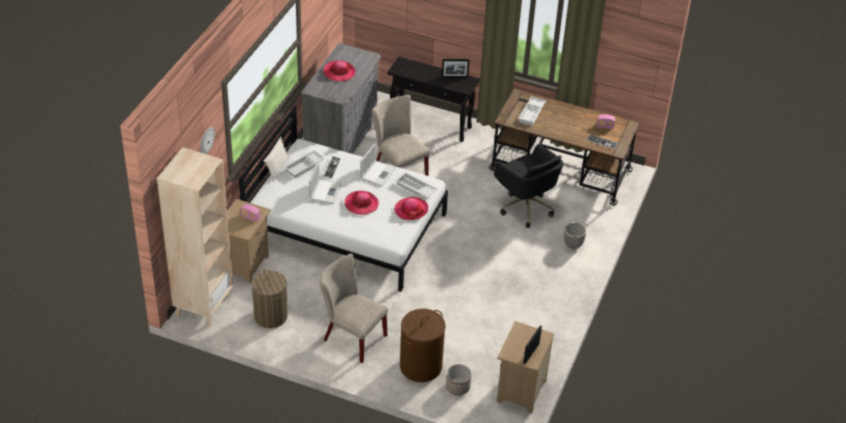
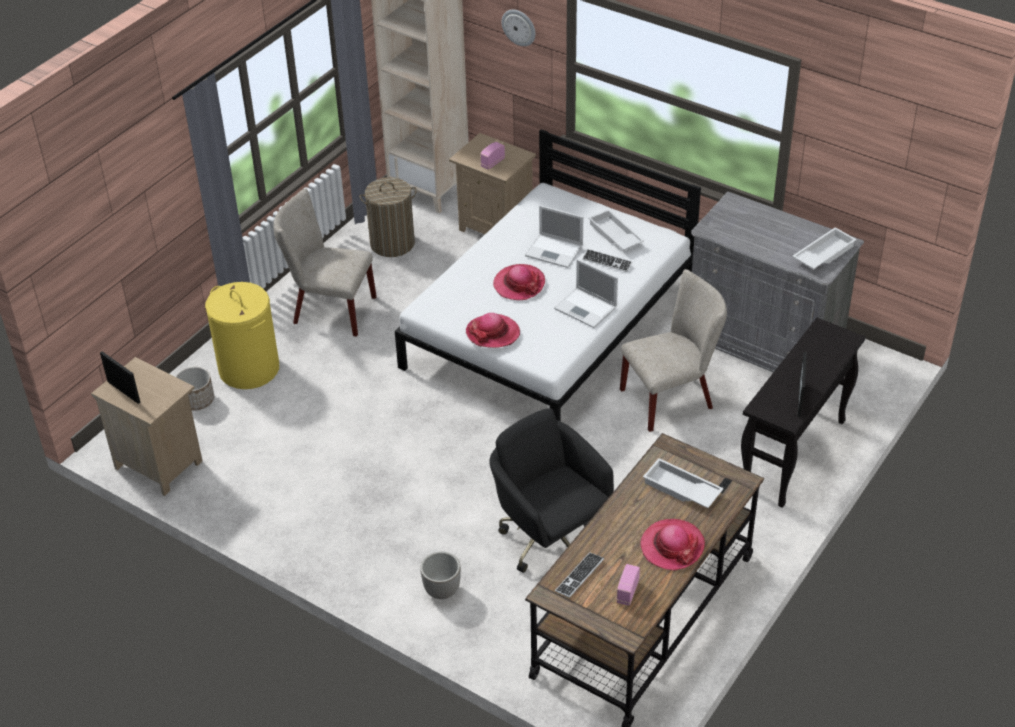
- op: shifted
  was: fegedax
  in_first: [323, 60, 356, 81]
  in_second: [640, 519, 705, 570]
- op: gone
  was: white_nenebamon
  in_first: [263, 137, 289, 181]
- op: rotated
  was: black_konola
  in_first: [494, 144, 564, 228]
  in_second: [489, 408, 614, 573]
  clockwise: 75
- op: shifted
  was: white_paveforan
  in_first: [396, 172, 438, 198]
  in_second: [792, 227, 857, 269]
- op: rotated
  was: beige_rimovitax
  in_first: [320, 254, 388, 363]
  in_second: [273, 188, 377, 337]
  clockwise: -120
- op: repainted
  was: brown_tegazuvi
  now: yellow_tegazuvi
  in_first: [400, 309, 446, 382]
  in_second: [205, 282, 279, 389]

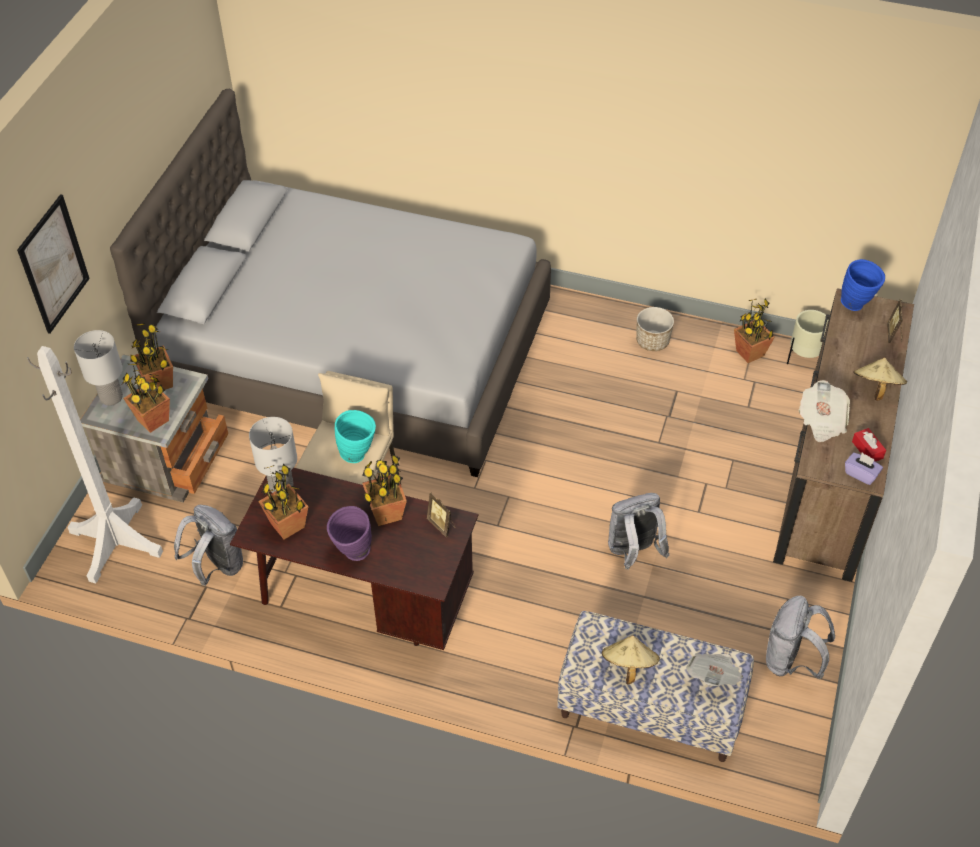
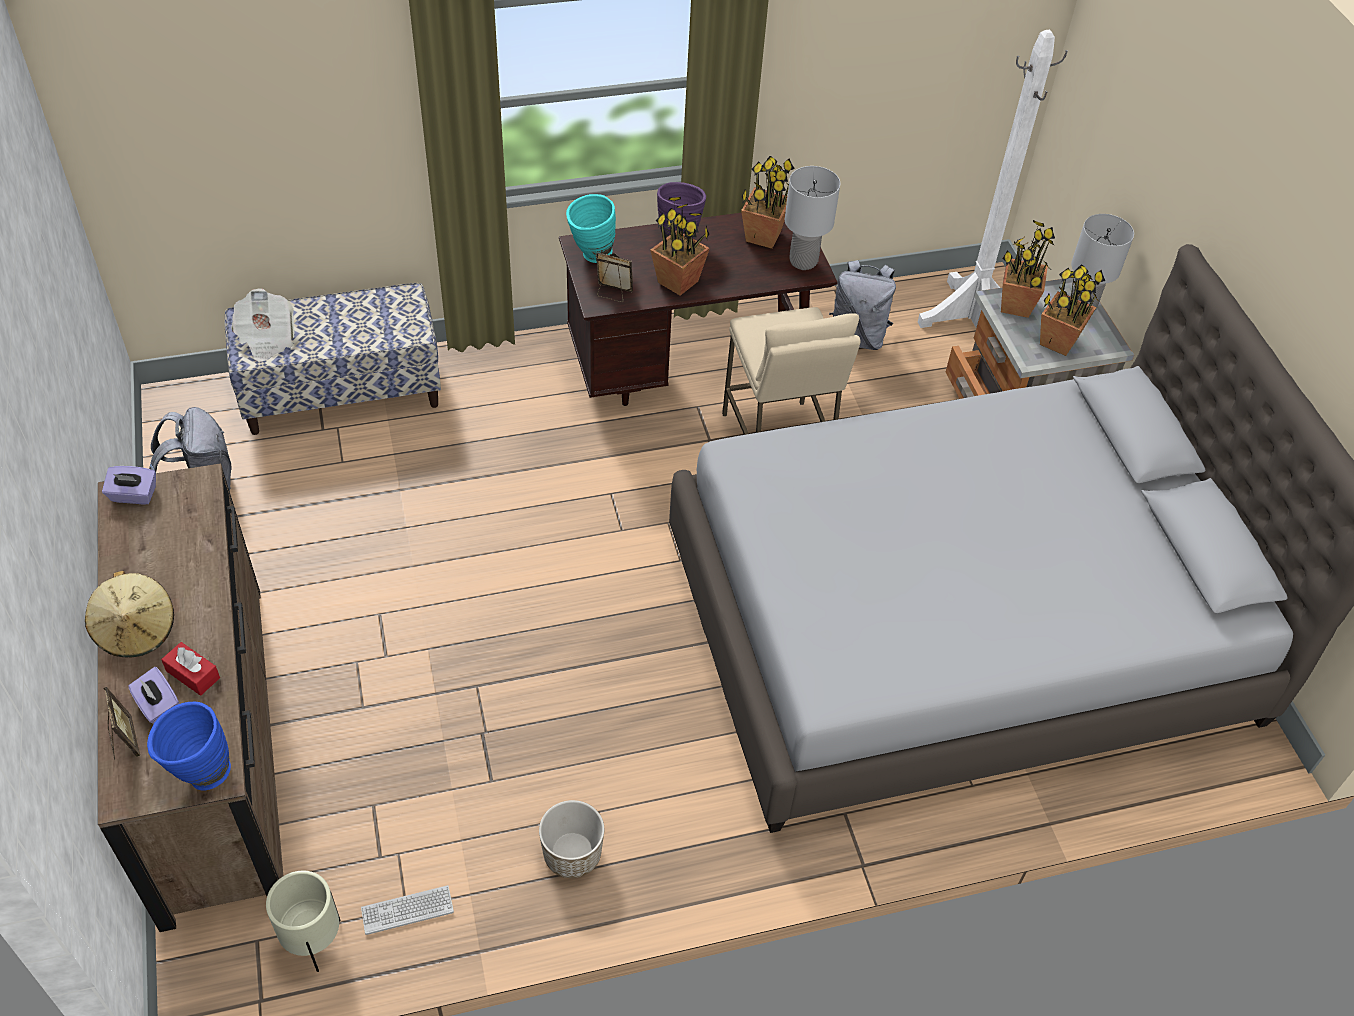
- op: gone
  was: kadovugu
  in_first: [17, 194, 90, 334]
- op: swapped
  was: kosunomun
  now: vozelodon
  in_first: [734, 298, 775, 363]
  in_second: [361, 885, 454, 935]
- op: gone
  was: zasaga
  in_first: [799, 380, 850, 442]
- op: shifted
  was: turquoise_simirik
  in_first: [335, 410, 376, 463]
  in_second: [566, 194, 616, 263]
- op: shifted
  was: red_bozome
  in_first: [852, 428, 886, 462]
  in_second: [161, 642, 220, 696]
- op: gone
  was: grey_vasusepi
  in_first: [608, 493, 670, 570]
- op: gone
  was: beige_fegedax
  in_first: [602, 635, 660, 685]
- op: new
  now: purple_bozome
  in_second: [128, 667, 180, 725]

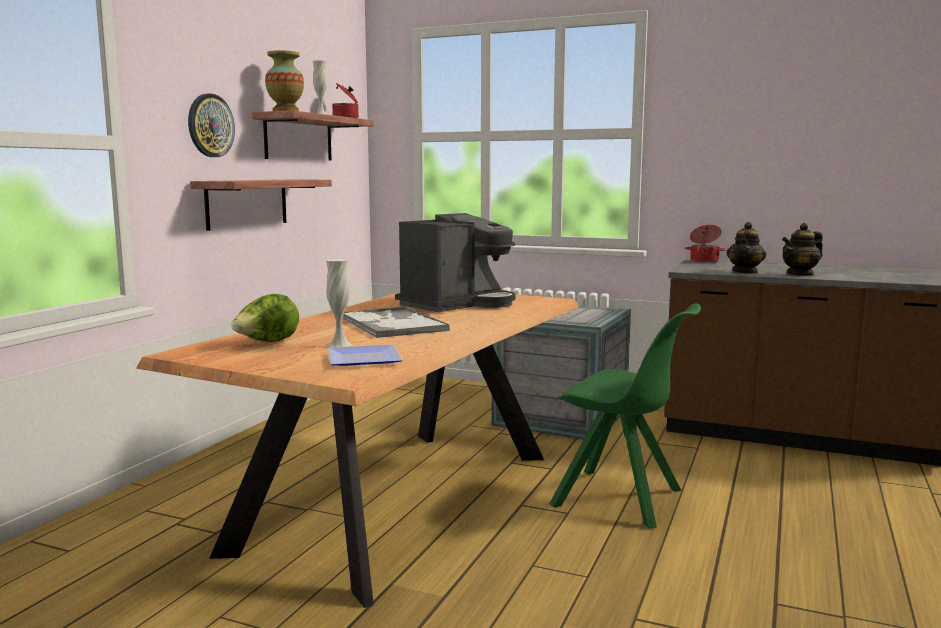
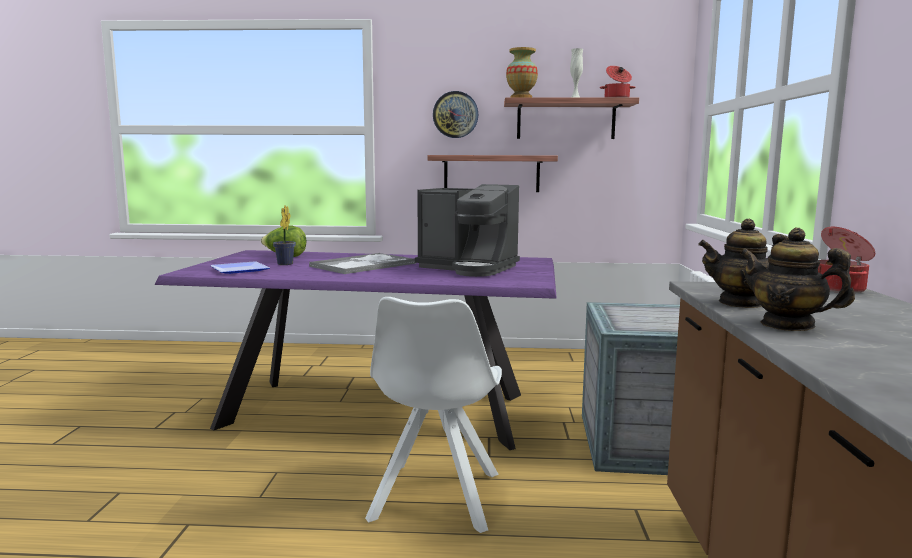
- op: swapped
  was: white_simirik
  now: kosunomun
  in_first: [326, 259, 352, 348]
  in_second: [273, 206, 296, 265]
- op: repainted
  was: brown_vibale
  now: purple_vibale
  in_first: [137, 292, 579, 608]
  in_second: [155, 250, 557, 450]
- op: repainted
  was: green_rimovitax
  now: white_rimovitax
  in_first: [549, 303, 701, 529]
  in_second: [365, 297, 502, 533]

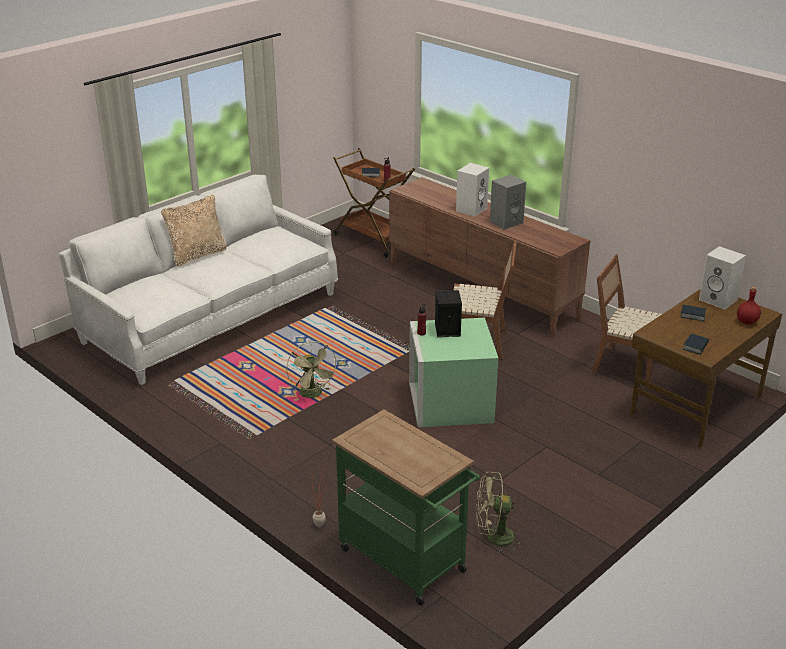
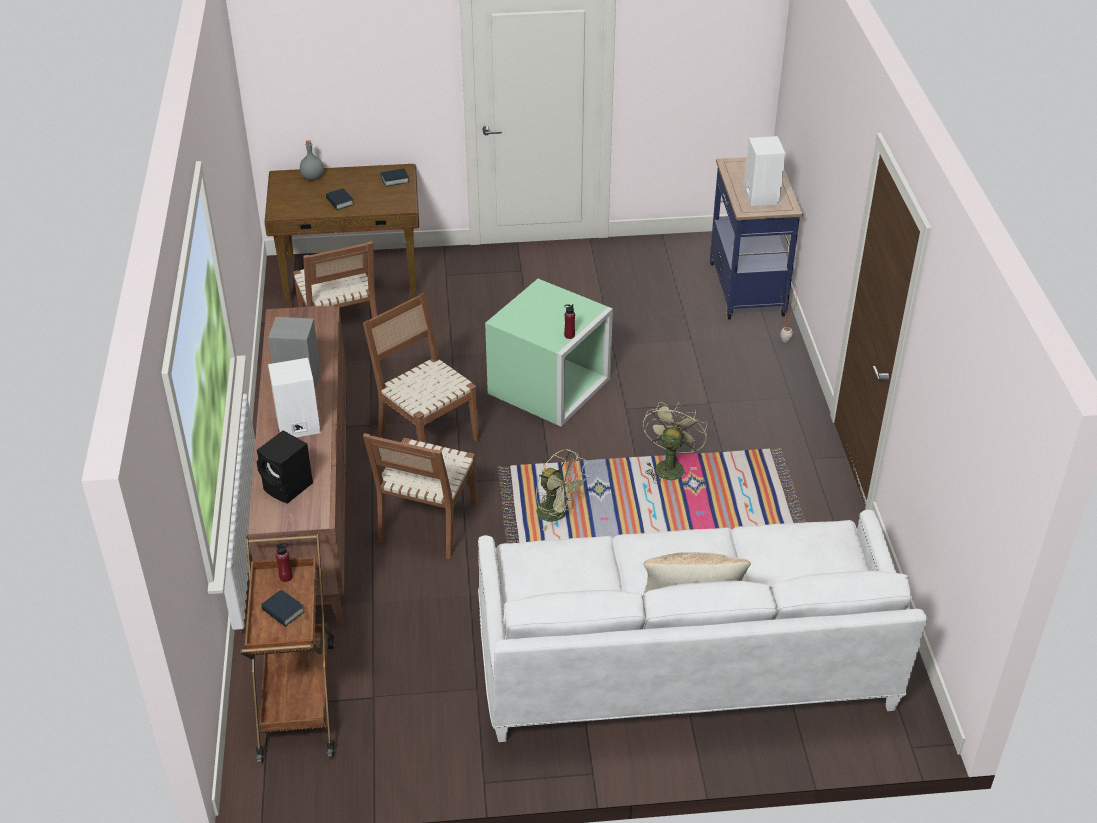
- op: shifted
  was: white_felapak
  in_first: [699, 246, 746, 310]
  in_second: [744, 136, 786, 206]
- op: repainted
  was: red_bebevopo
  now: grey_bebevopo
  in_first: [737, 287, 761, 325]
  in_second: [300, 140, 324, 180]
- op: shifted
  was: black_felapak
  in_first: [435, 290, 462, 337]
  in_second: [257, 430, 313, 504]
- op: repainted
  was: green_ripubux
  now: blue_ripubux
  in_first: [332, 410, 480, 605]
  in_second: [710, 157, 803, 320]
- op: shifted
  was: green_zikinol
  in_first: [476, 472, 524, 553]
  in_second: [536, 449, 589, 531]
- op: new
  now: rimovitax
  in_second: [363, 433, 477, 559]

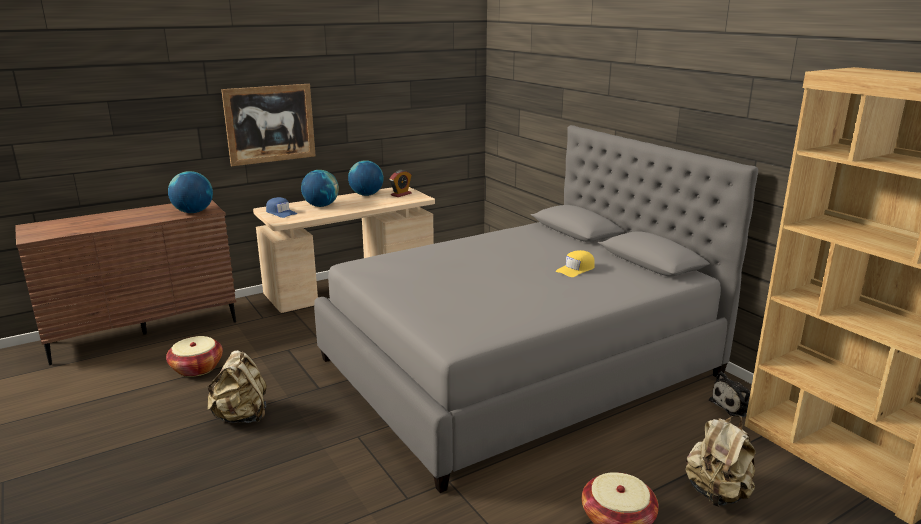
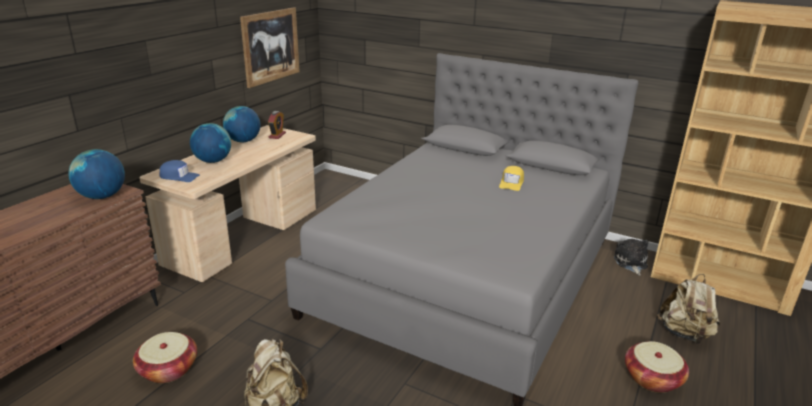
- op: shifted
  was: kadovugu
  in_first: [221, 84, 316, 166]
  in_second: [240, 7, 300, 88]
- op: rotated
  was: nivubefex
  in_first: [709, 372, 750, 417]
  in_second: [614, 239, 648, 276]
  clockwise: 150

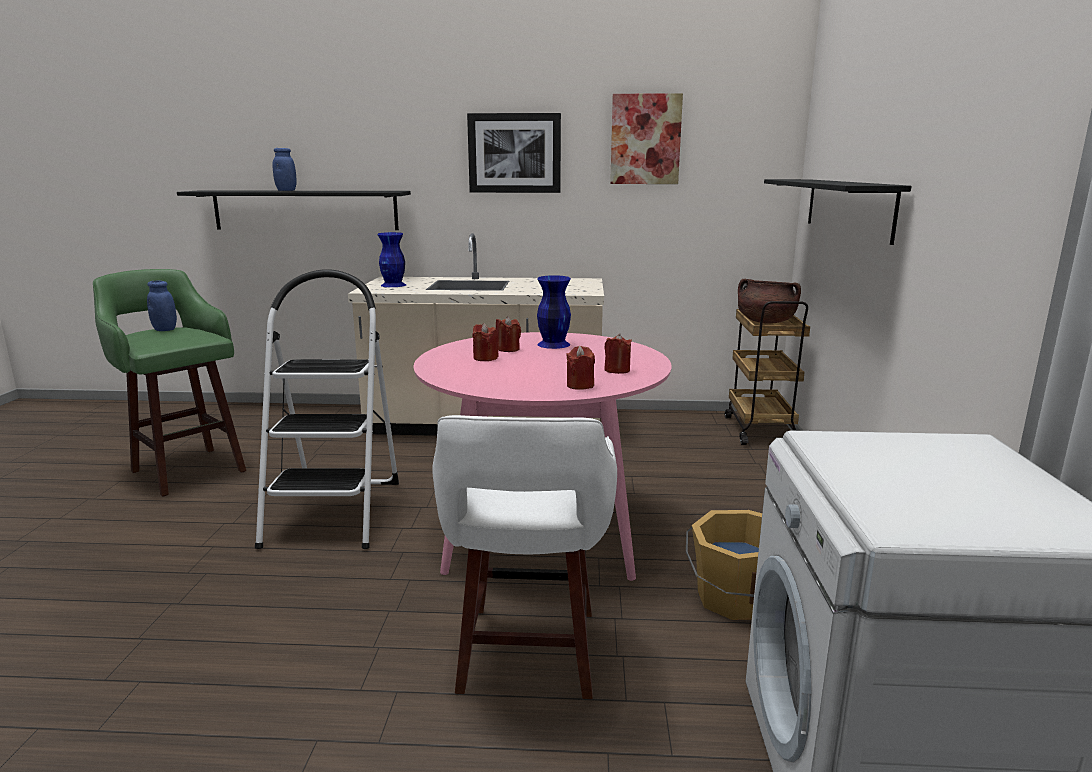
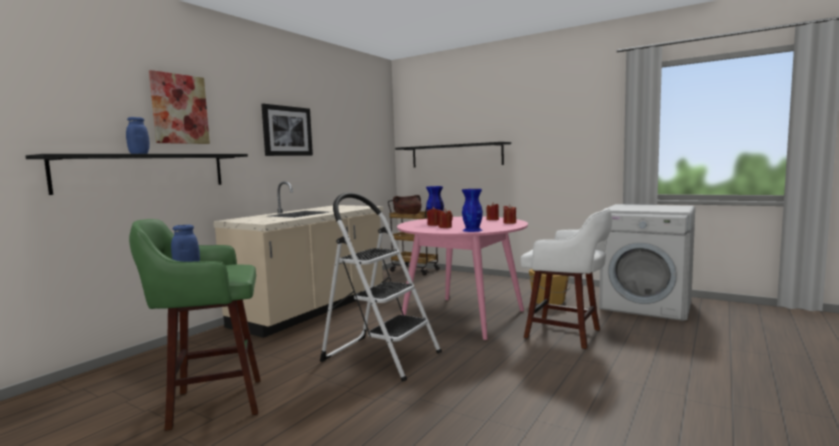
- op: shifted
  was: kadovugu
  in_first: [610, 93, 683, 184]
  in_second: [149, 70, 210, 144]
- op: shifted
  was: blue_simirik
  in_first: [377, 232, 406, 287]
  in_second: [462, 189, 483, 232]

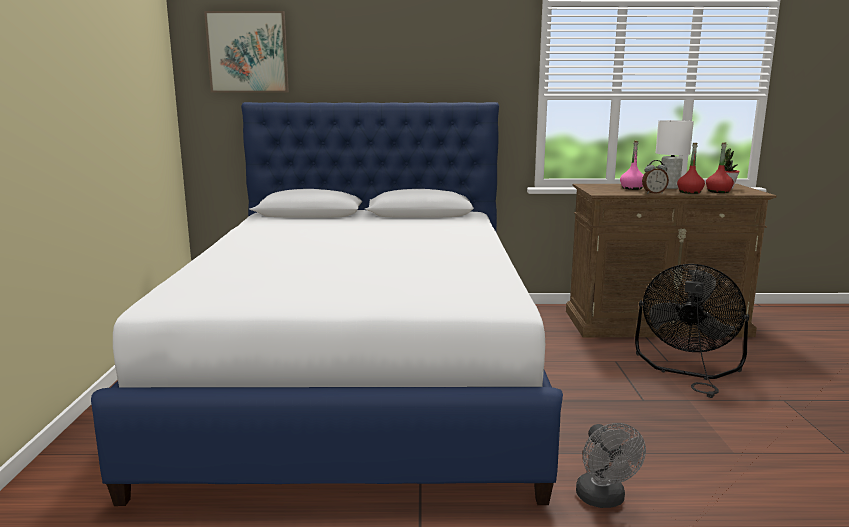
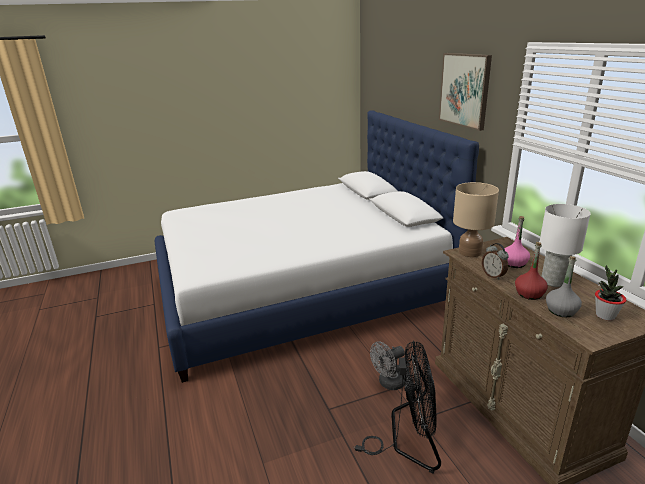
- op: shifted
  was: kadovugu
  in_first: [204, 11, 289, 92]
  in_second: [439, 53, 492, 131]
- op: repainted
  was: red_bebevopo
  now: grey_bebevopo
  in_first: [706, 142, 734, 193]
  in_second: [546, 256, 582, 317]
- op: shifted
  was: grey_zikinol
  in_first: [576, 423, 646, 508]
  in_second: [370, 341, 405, 390]
- op: new
  now: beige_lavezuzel
  in_second: [453, 182, 499, 257]

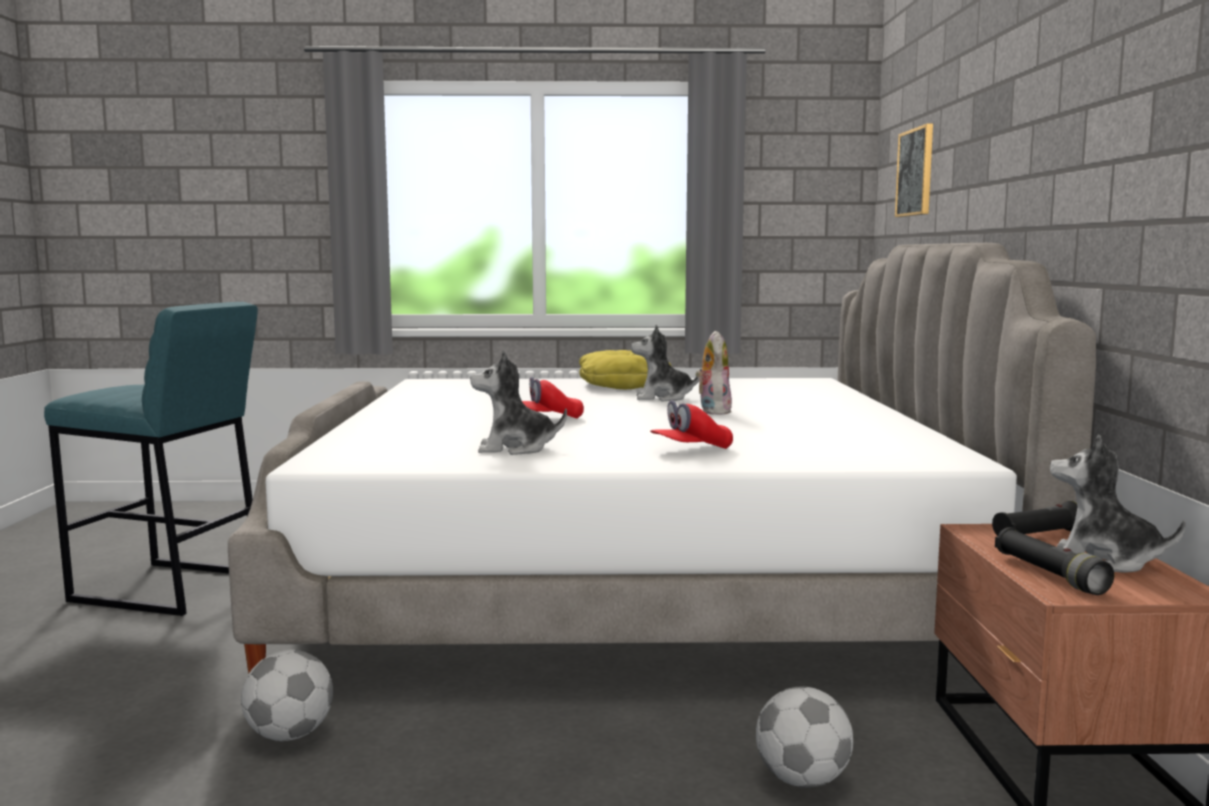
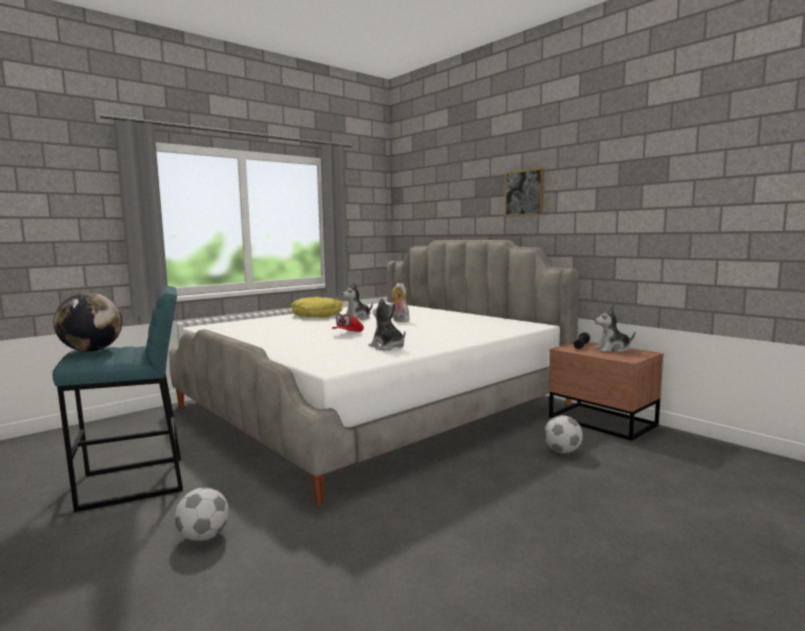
- op: shifted
  was: kadovugu
  in_first: [895, 124, 933, 217]
  in_second: [505, 168, 544, 216]
- op: rotated
  was: nivubefex
  in_first: [470, 350, 567, 455]
  in_second: [369, 298, 405, 350]
  clockwise: 90
- op: gone
  was: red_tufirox
  in_first: [650, 400, 733, 449]
- op: gone
  was: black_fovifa
  in_first: [995, 527, 1114, 595]
- op: shifted
  was: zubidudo
  in_first: [241, 650, 333, 741]
  in_second: [175, 487, 229, 542]
- op: new
  now: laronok
  in_second: [53, 293, 122, 352]

